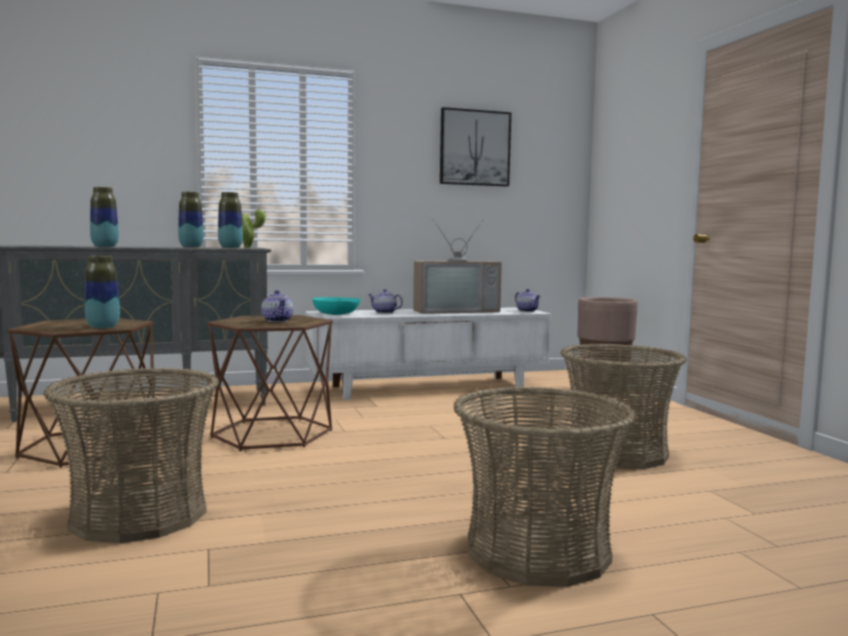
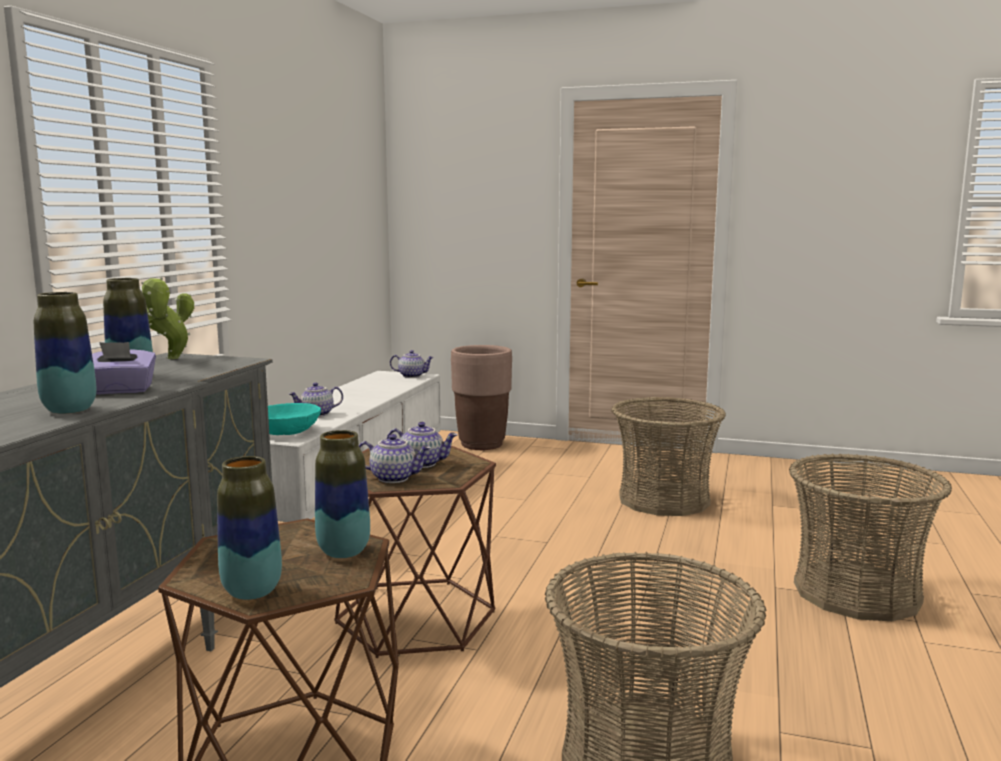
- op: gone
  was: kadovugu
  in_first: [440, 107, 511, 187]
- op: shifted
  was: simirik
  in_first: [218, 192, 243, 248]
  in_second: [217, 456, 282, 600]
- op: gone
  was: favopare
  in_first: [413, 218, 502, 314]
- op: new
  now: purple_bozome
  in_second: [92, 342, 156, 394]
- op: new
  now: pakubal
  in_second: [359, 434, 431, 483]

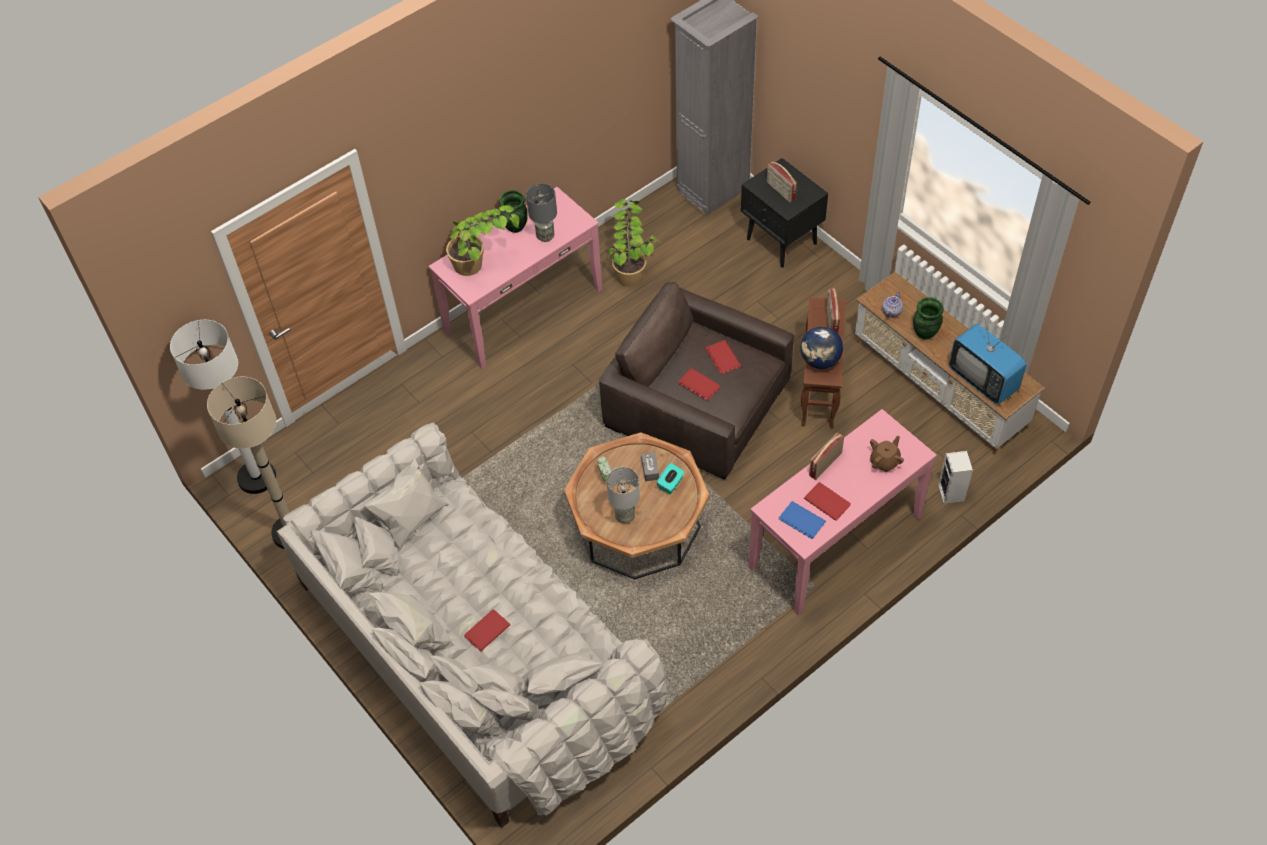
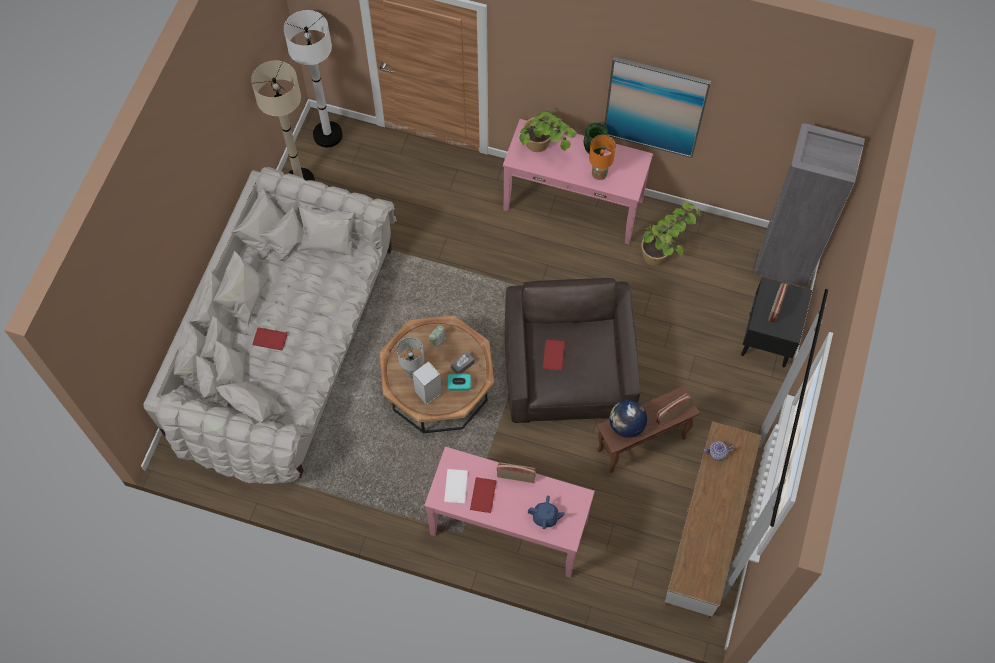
- op: repainted
  was: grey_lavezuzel
  now: orange_lavezuzel
  in_first: [526, 183, 557, 242]
  in_second: [589, 135, 616, 180]
- op: gone
  was: green_simirik
  in_first: [913, 297, 944, 340]
- op: gone
  was: favopare
  in_first: [949, 318, 1026, 405]
- op: gone
  was: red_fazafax
  in_first: [706, 340, 741, 374]
- op: repainted
  was: brown_pakubal
  now: blue_pakubal
  in_first: [870, 435, 904, 472]
  in_second: [528, 496, 565, 529]
- op: shifted
  was: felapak
  in_first: [938, 451, 973, 504]
  in_second: [413, 361, 442, 405]
- op: repainted
  was: blue_fazafax
  now: white_fazafax
  in_first: [779, 501, 826, 539]
  in_second: [444, 469, 468, 503]
- op: new
  now: kadovugu
  in_second: [604, 57, 711, 158]

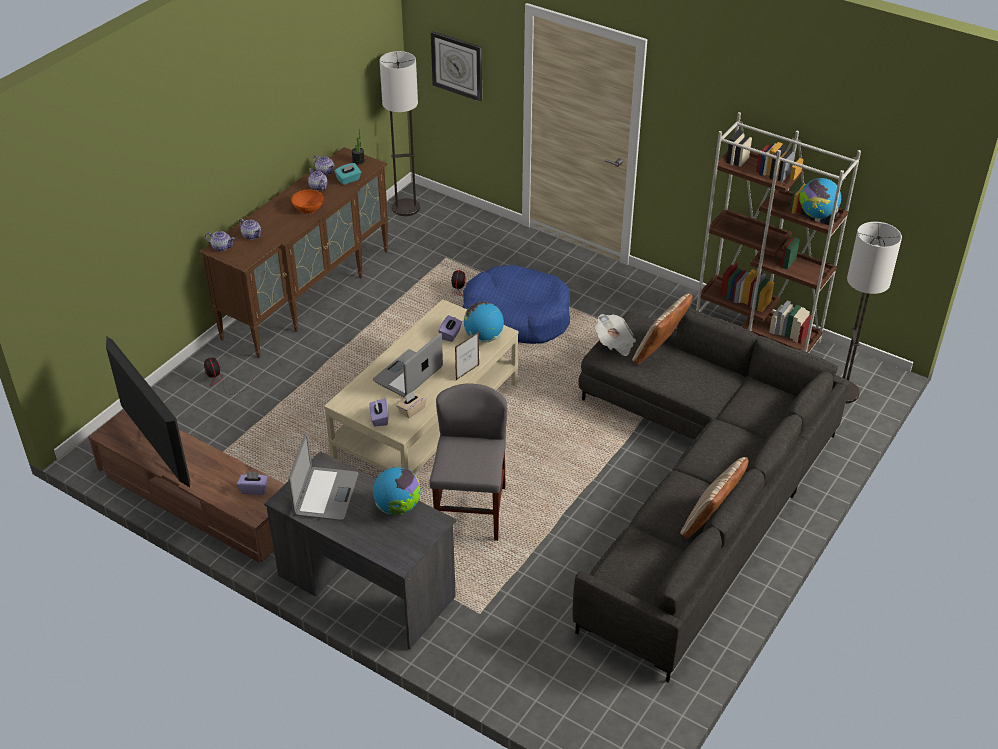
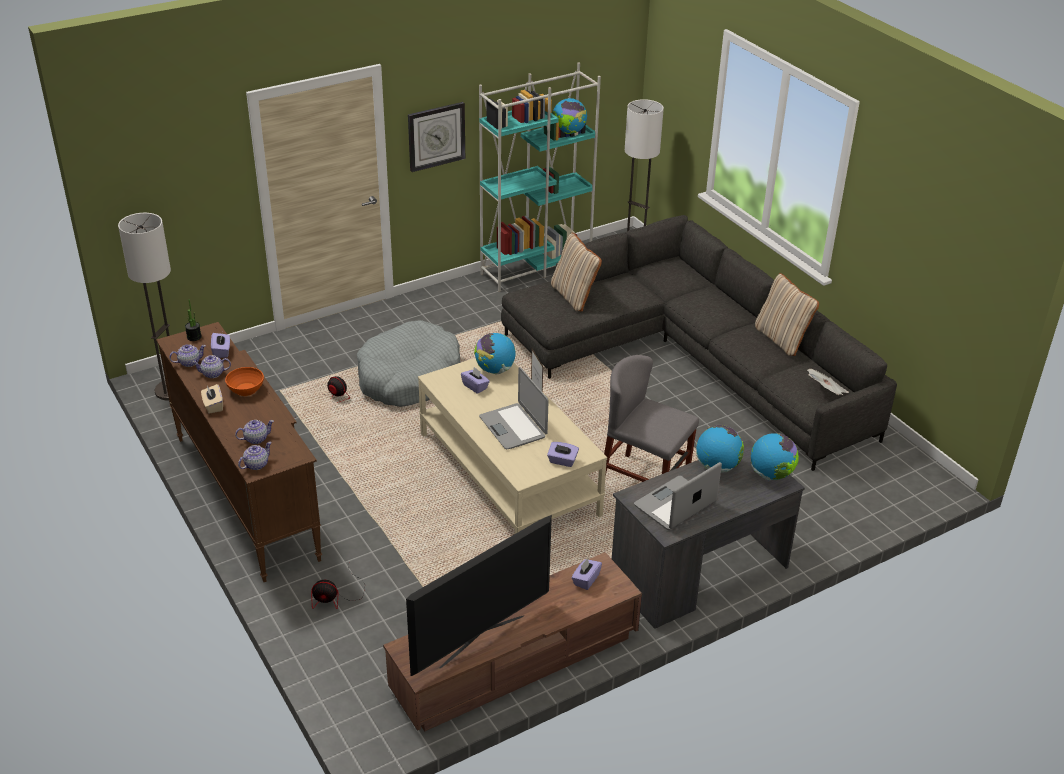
- op: shifted
  was: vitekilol
  in_first: [431, 31, 482, 101]
  in_second: [408, 102, 465, 172]
- op: repainted
  was: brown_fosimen
  now: turquoise_fosimen
  in_first: [696, 112, 861, 353]
  in_second: [479, 62, 601, 292]
- op: repainted
  was: turquoise_bozome
  now: purple_bozome
  in_first: [334, 163, 361, 185]
  in_second: [211, 332, 230, 358]
- op: repainted
  was: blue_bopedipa
  now: grey_bopedipa
  in_first: [463, 265, 570, 344]
  in_second: [357, 320, 461, 407]
- op: shifted
  was: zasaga
  in_first: [595, 314, 636, 356]
  in_second: [807, 369, 849, 395]
- op: rotated
  was: favopare
  in_first: [106, 337, 190, 487]
  in_second: [406, 515, 552, 676]
  clockwise: 150
- op: shifted
  was: beige_bozome
  in_first: [396, 391, 427, 418]
  in_second: [201, 384, 223, 414]
- op: rotated
  was: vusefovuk
  in_first: [288, 433, 358, 520]
  in_second: [634, 462, 722, 530]
  clockwise: -75
- op: new
  now: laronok
  in_second: [751, 433, 799, 480]

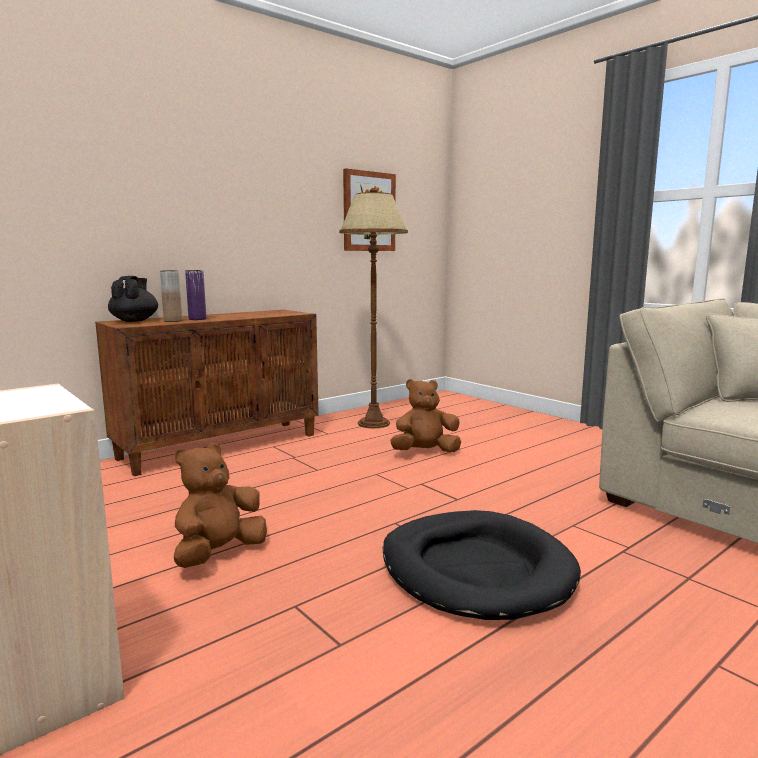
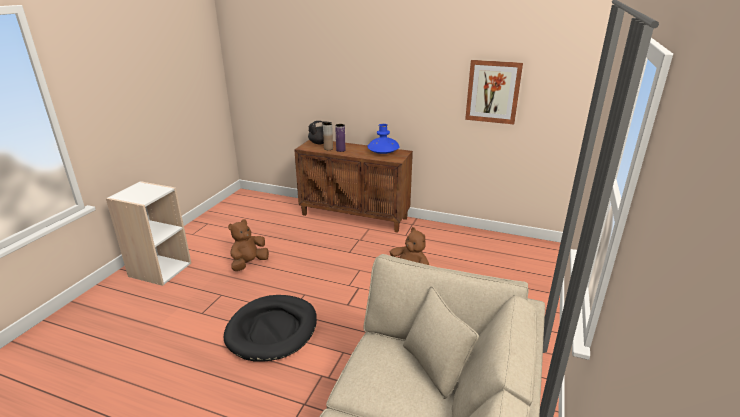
- op: gone
  was: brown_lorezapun
  in_first: [339, 188, 408, 428]
- op: rotated
  was: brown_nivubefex
  in_first: [174, 443, 267, 568]
  in_second: [228, 219, 269, 271]
  clockwise: -60
- op: new
  now: blue_simirik
  in_second: [367, 124, 400, 154]

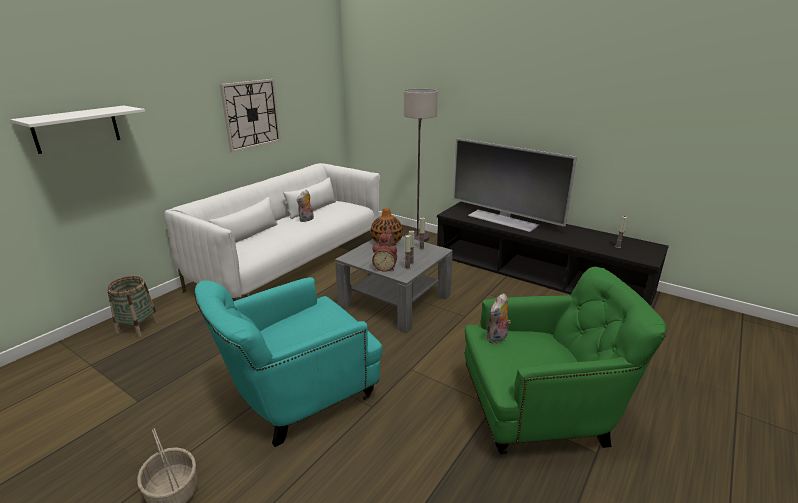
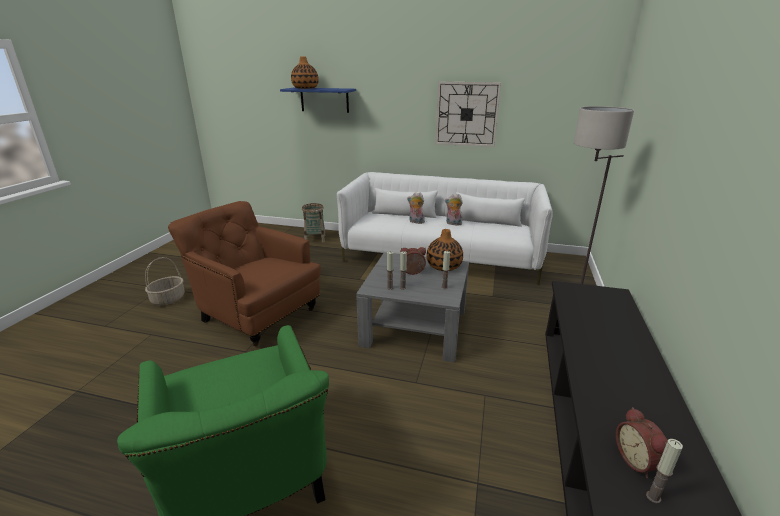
- op: repainted
  was: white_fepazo
  now: blue_fepazo
  in_first: [10, 105, 145, 154]
  in_second: [280, 88, 356, 113]
- op: gone
  was: favopare
  in_first: [453, 138, 577, 232]
- op: shifted
  was: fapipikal
  in_first: [372, 245, 397, 272]
  in_second: [616, 407, 668, 478]
- op: repainted
  was: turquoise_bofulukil
  now: brown_bofulukil
  in_first: [194, 277, 383, 447]
  in_second: [168, 201, 321, 346]
- op: shifted
  was: nivubefex
  in_first: [486, 293, 511, 344]
  in_second: [407, 192, 425, 224]
- op: new
  now: simirik
  in_second: [291, 56, 319, 89]

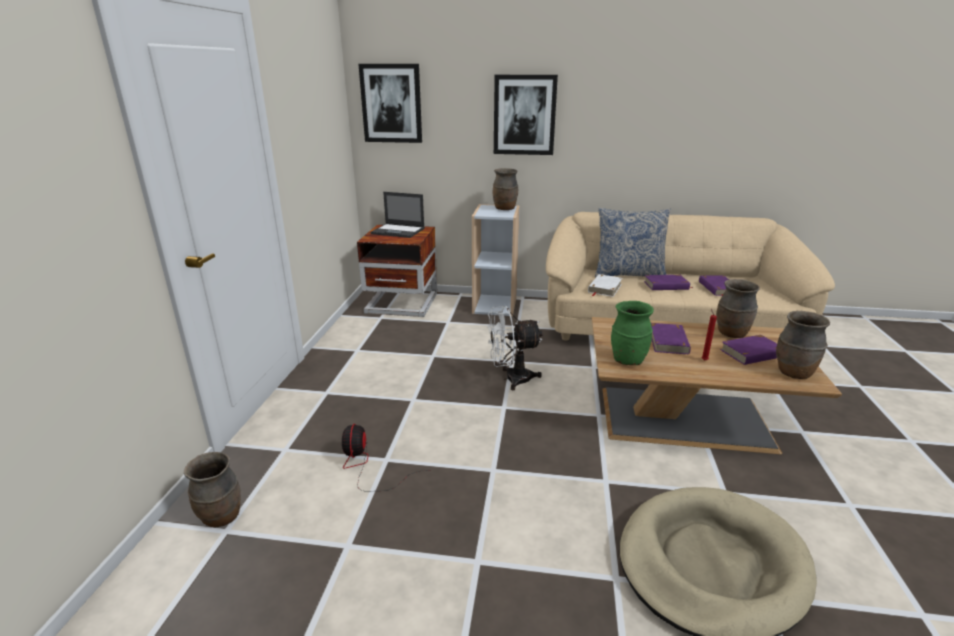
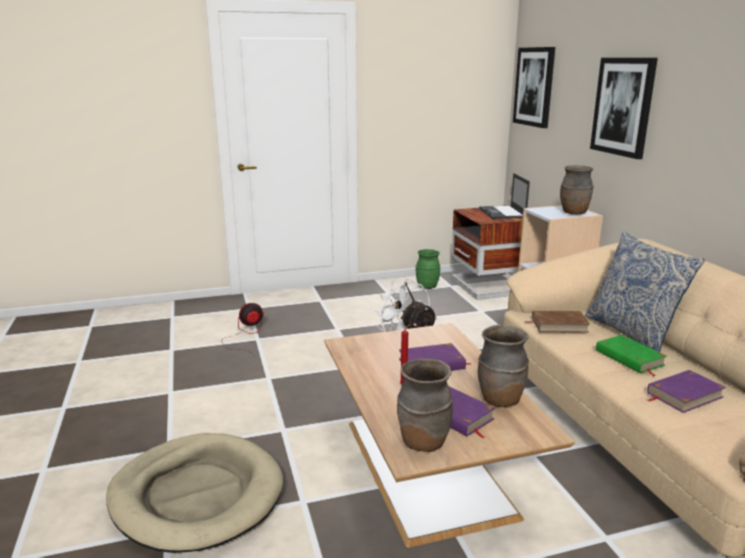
- op: repainted
  was: white_fazafax
  now: brown_fazafax
  in_first: [588, 274, 622, 297]
  in_second: [525, 311, 590, 333]
- op: repainted
  was: purple_fazafax
  now: green_fazafax
  in_first: [644, 275, 693, 290]
  in_second: [596, 335, 667, 376]
- op: shifted
  was: green_simirik
  in_first: [611, 301, 654, 365]
  in_second: [416, 249, 440, 289]
- op: gone
  was: brown_simirik
  in_first: [184, 452, 241, 527]

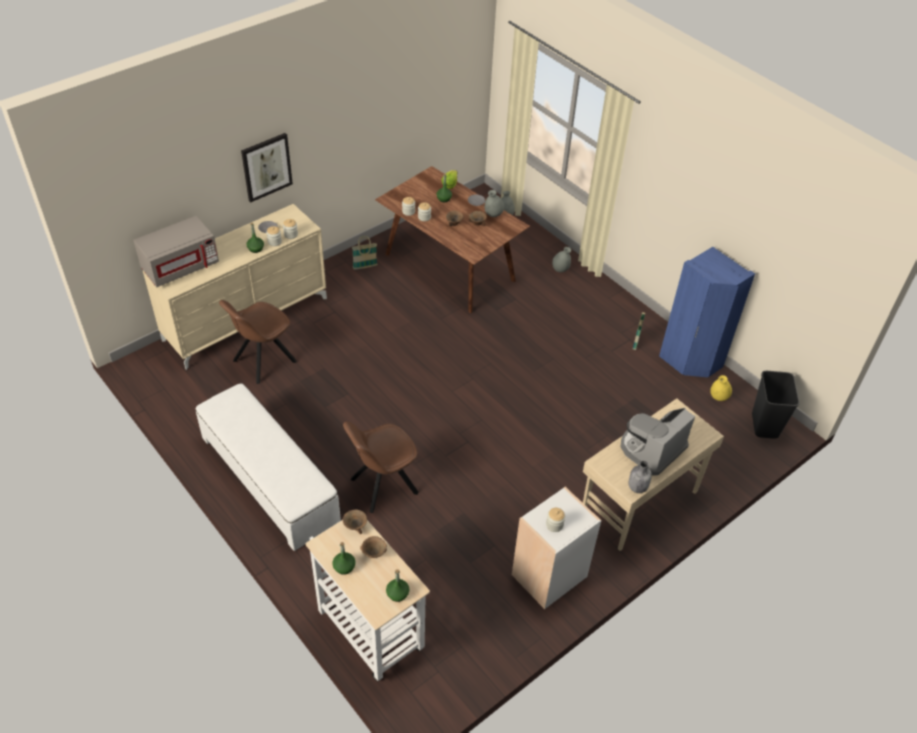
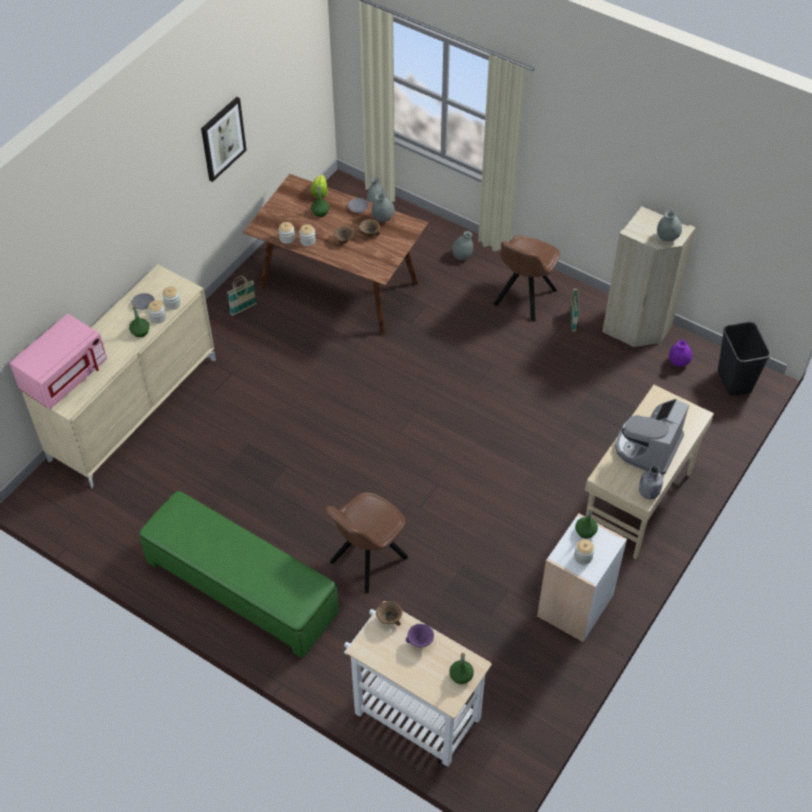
- op: shifted
  was: kadovugu
  in_first: [241, 133, 293, 202]
  in_second: [201, 97, 247, 182]
- op: repainted
  was: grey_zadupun
  now: pink_zadupun
  in_first: [133, 216, 219, 287]
  in_second: [10, 314, 107, 409]
- op: repainted
  was: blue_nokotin
  now: beige_nokotin
  in_first: [659, 247, 755, 377]
  in_second: [602, 206, 696, 347]
- op: shifted
  was: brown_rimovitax
  in_first: [219, 300, 297, 384]
  in_second: [493, 235, 560, 322]
- op: repainted
  was: yellow_simirik
  now: purple_simirik
  in_first: [710, 375, 732, 401]
  in_second: [669, 340, 692, 367]
- op: repainted
  was: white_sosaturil
  now: green_sosaturil
  in_first: [196, 383, 341, 551]
  in_second: [139, 491, 339, 658]
- op: repainted
  was: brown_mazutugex
  now: purple_mazutugex
  in_first: [360, 536, 387, 558]
  in_second: [406, 624, 434, 647]
- op: shifted
  was: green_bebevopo
  in_first: [332, 542, 356, 575]
  in_second: [575, 507, 598, 539]
- op: new
  now: grey_simirik
  in_second: [657, 210, 682, 242]

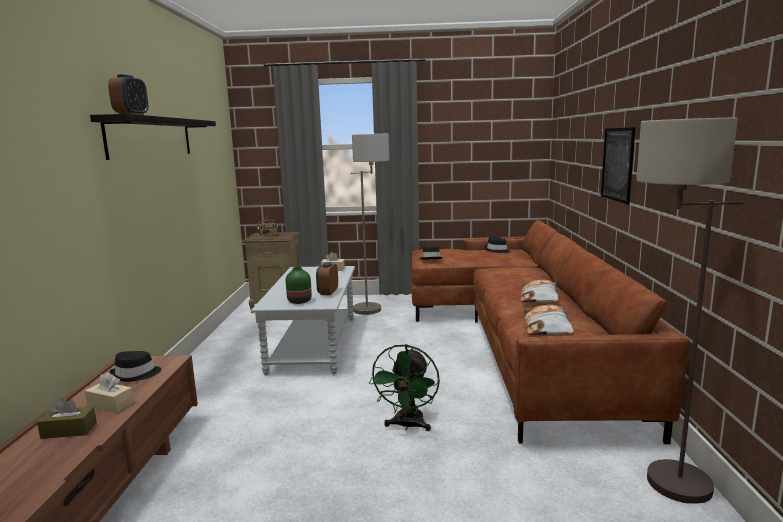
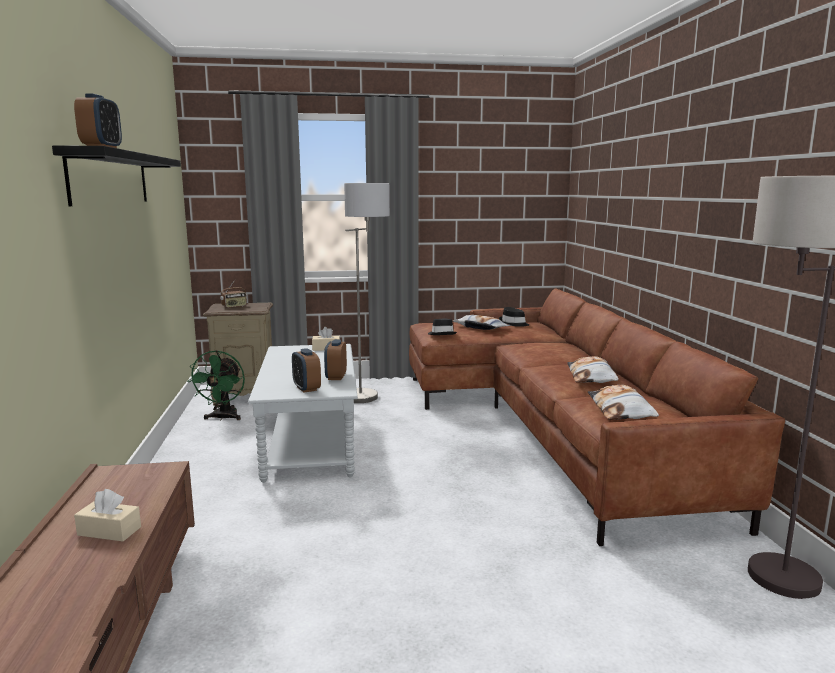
- op: gone
  was: kadovugu
  in_first: [601, 127, 635, 205]
- op: swapped
  was: green_simirik
  now: fapipikal
  in_first: [286, 267, 312, 304]
  in_second: [292, 348, 321, 393]
- op: shifted
  was: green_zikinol
  in_first: [369, 344, 440, 431]
  in_second: [187, 350, 245, 421]
- op: gone
  was: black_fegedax
  in_first: [110, 351, 161, 382]
- op: gone
  was: brown_bozome
  in_first: [37, 398, 97, 439]
- op: new
  now: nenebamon
  in_second: [453, 315, 511, 330]

